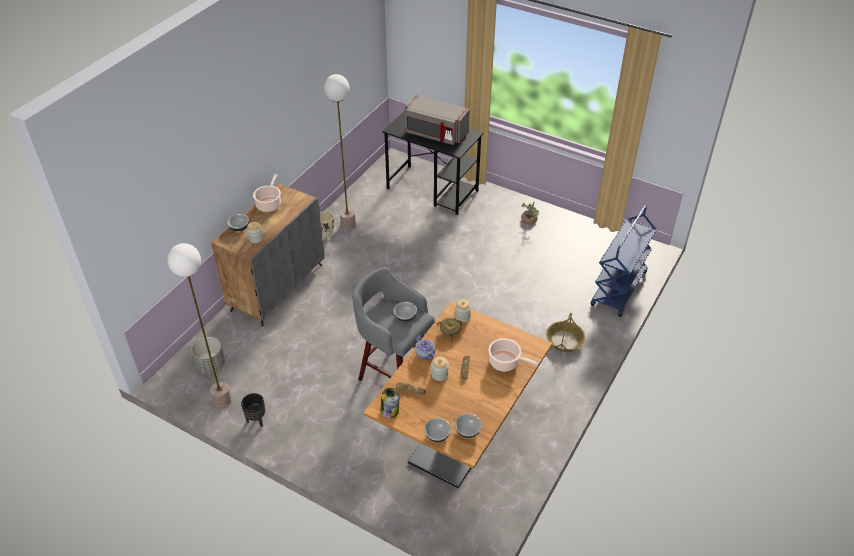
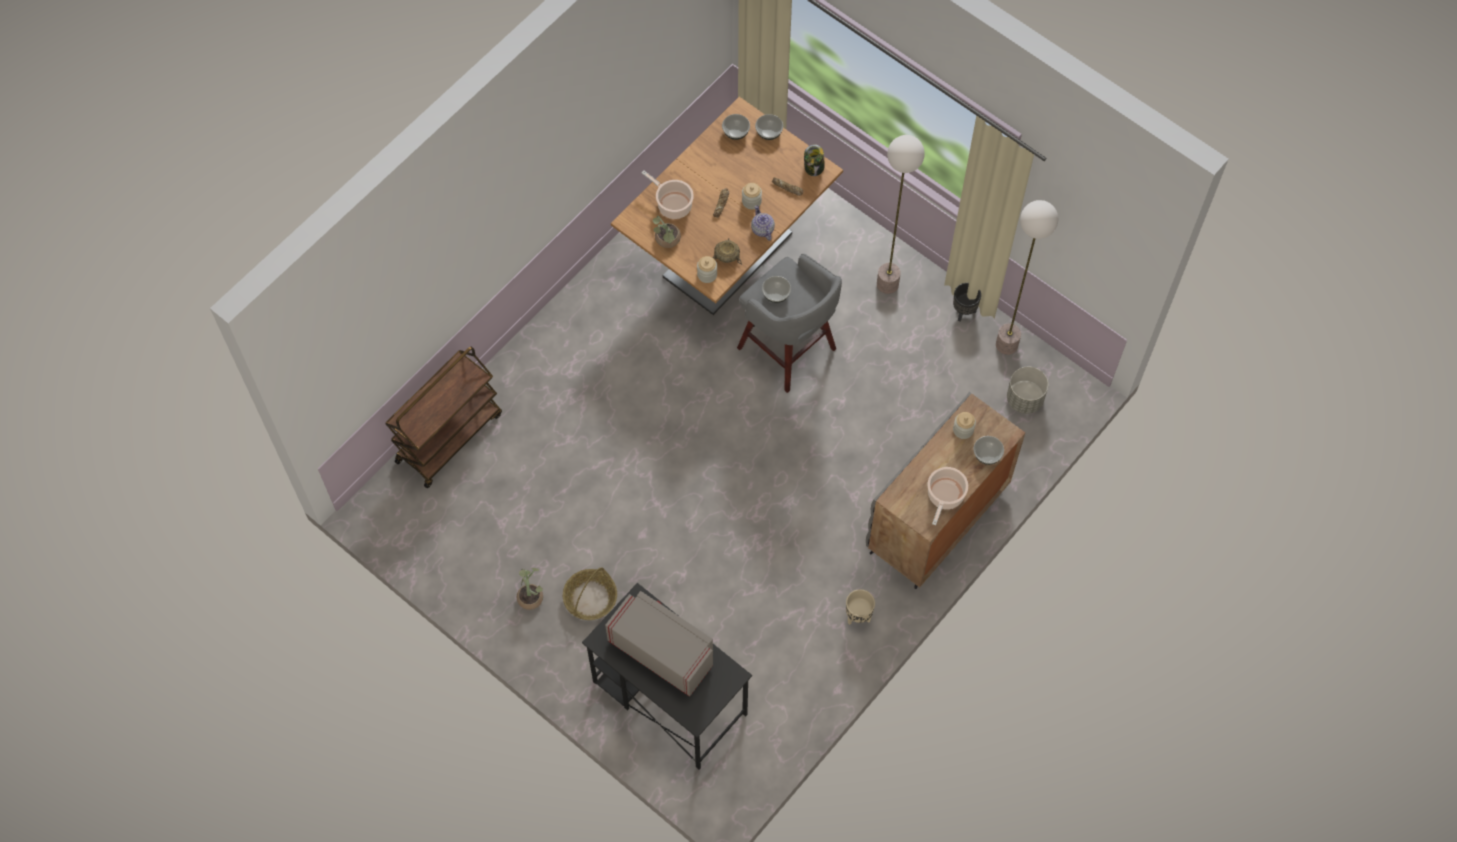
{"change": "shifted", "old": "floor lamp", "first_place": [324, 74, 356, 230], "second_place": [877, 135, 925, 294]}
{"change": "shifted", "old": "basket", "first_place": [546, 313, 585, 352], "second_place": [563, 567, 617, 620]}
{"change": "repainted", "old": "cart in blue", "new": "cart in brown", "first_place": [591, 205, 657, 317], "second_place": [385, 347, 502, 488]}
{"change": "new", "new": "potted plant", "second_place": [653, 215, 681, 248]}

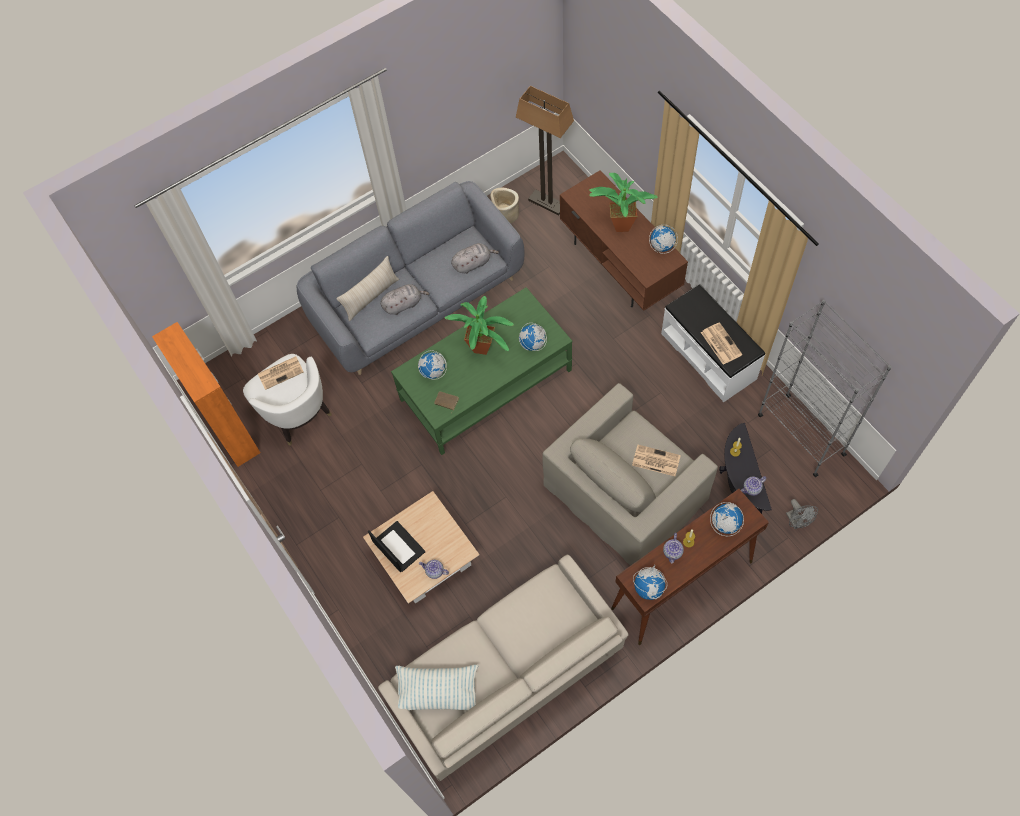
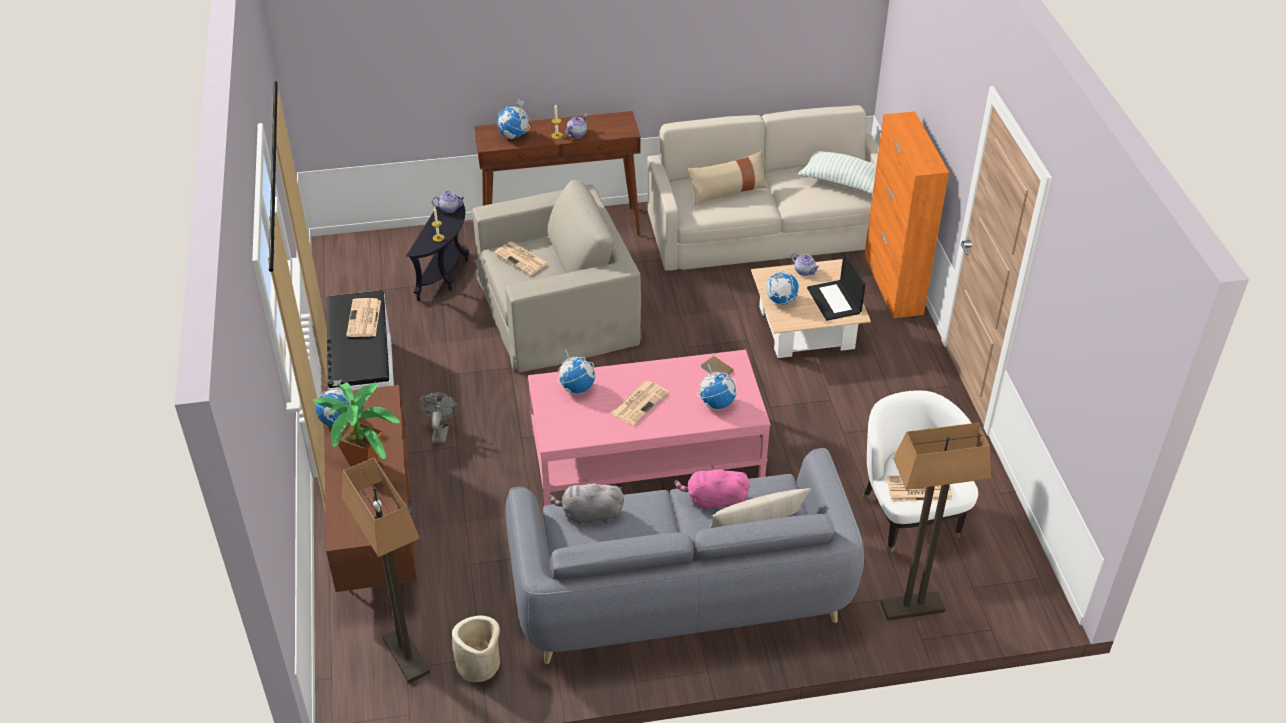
{"change": "shifted", "old": "cabinet in orange", "first_place": [152, 322, 260, 467], "second_place": [864, 111, 949, 318]}
{"change": "repainted", "old": "plush toy in grey", "new": "plush toy in pink", "first_place": [380, 284, 430, 315], "second_place": [674, 465, 750, 510]}
{"change": "repainted", "old": "coffee table in green", "new": "coffee table in pink", "first_place": [391, 287, 572, 455], "second_place": [528, 350, 770, 506]}
{"change": "swapped", "old": "potted plant", "new": "newspaper", "first_place": [444, 296, 514, 355], "second_place": [610, 381, 669, 426]}
{"change": "shifted", "old": "globe", "first_place": [633, 565, 667, 600], "second_place": [764, 271, 799, 305]}
{"change": "gone", "old": "bookcase in grey", "first_place": [758, 300, 892, 477]}
{"change": "shifted", "old": "fan in grey", "first_place": [786, 499, 818, 529], "second_place": [418, 392, 459, 443]}
{"change": "new", "new": "pillow in beige", "second_place": [688, 151, 768, 206]}
{"change": "new", "new": "floor lamp", "second_place": [881, 423, 991, 621]}

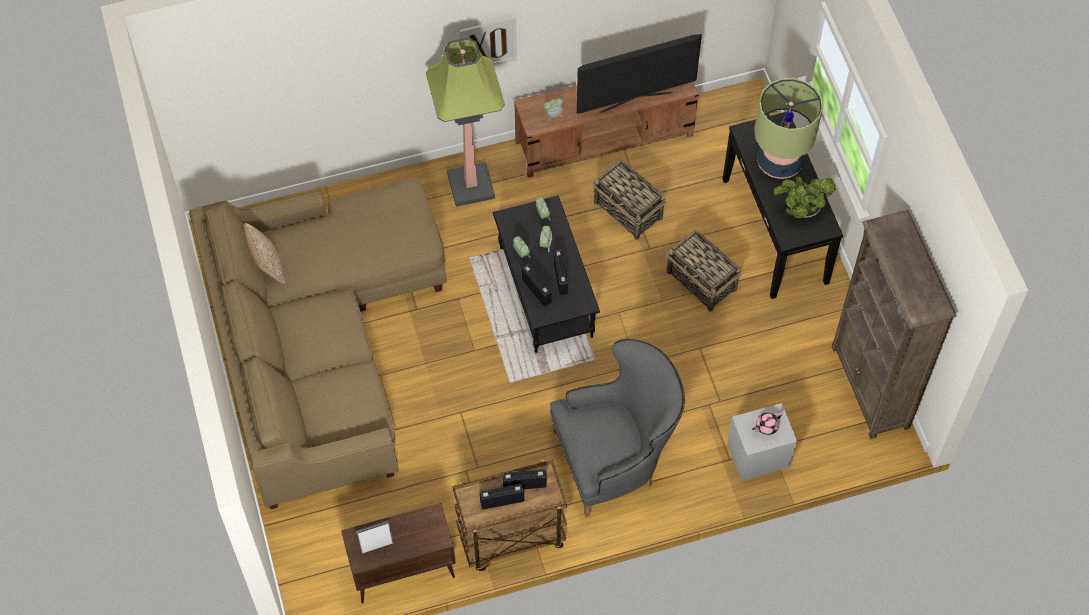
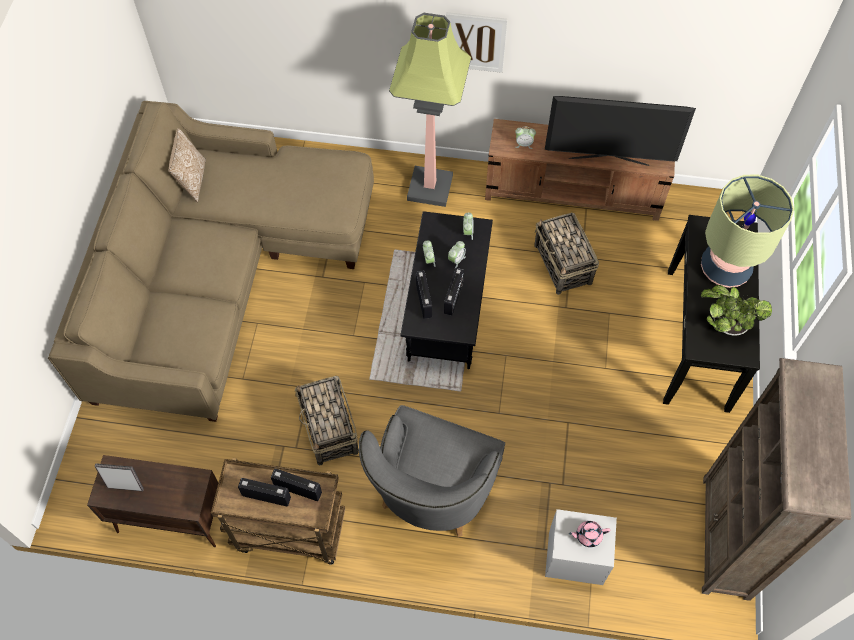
{"change": "rotated", "old": "armchair in grey", "first_place": [550, 339, 685, 517], "second_place": [359, 405, 505, 537], "degrees": 105}
{"change": "shifted", "old": "basket", "first_place": [667, 230, 741, 312], "second_place": [295, 376, 359, 465]}

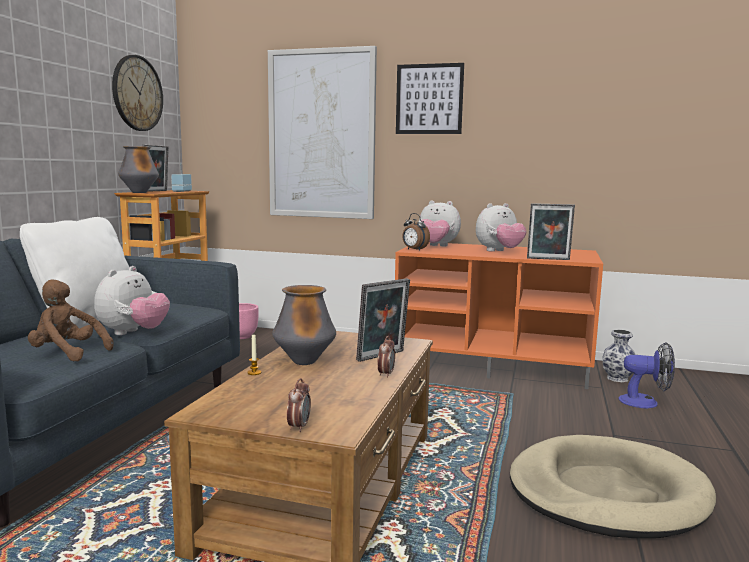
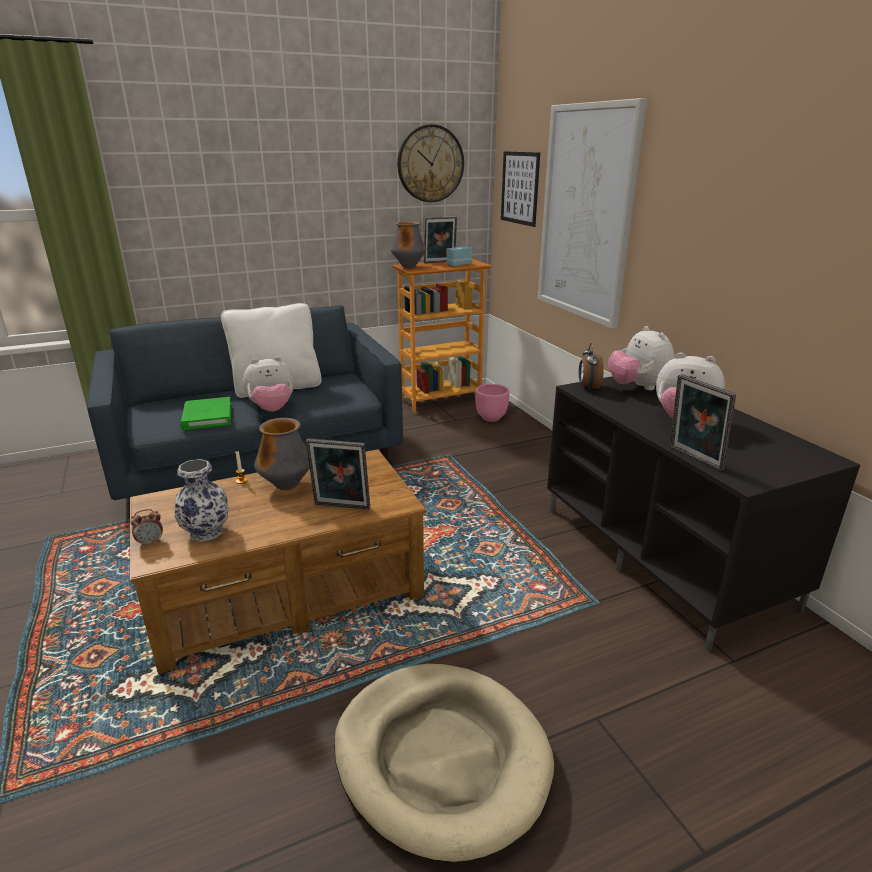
{"change": "swapped", "old": "plush toy in brown", "new": "book in green", "first_place": [28, 279, 114, 361], "second_place": [180, 397, 231, 430]}
{"change": "gone", "old": "alarm clock", "first_place": [378, 336, 395, 378]}
{"change": "repainted", "old": "tv stand in orange", "new": "tv stand in black", "first_place": [395, 242, 603, 389], "second_place": [547, 376, 860, 651]}
{"change": "shifted", "old": "picture", "first_place": [396, 63, 464, 134], "second_place": [501, 151, 540, 227]}
{"change": "shifted", "old": "vase", "first_place": [602, 329, 635, 382], "second_place": [175, 459, 228, 542]}
{"change": "gone", "old": "fan", "first_place": [618, 342, 675, 408]}

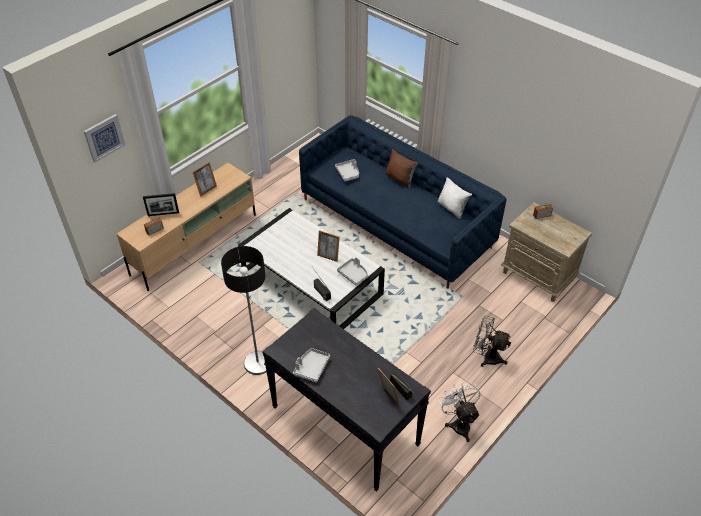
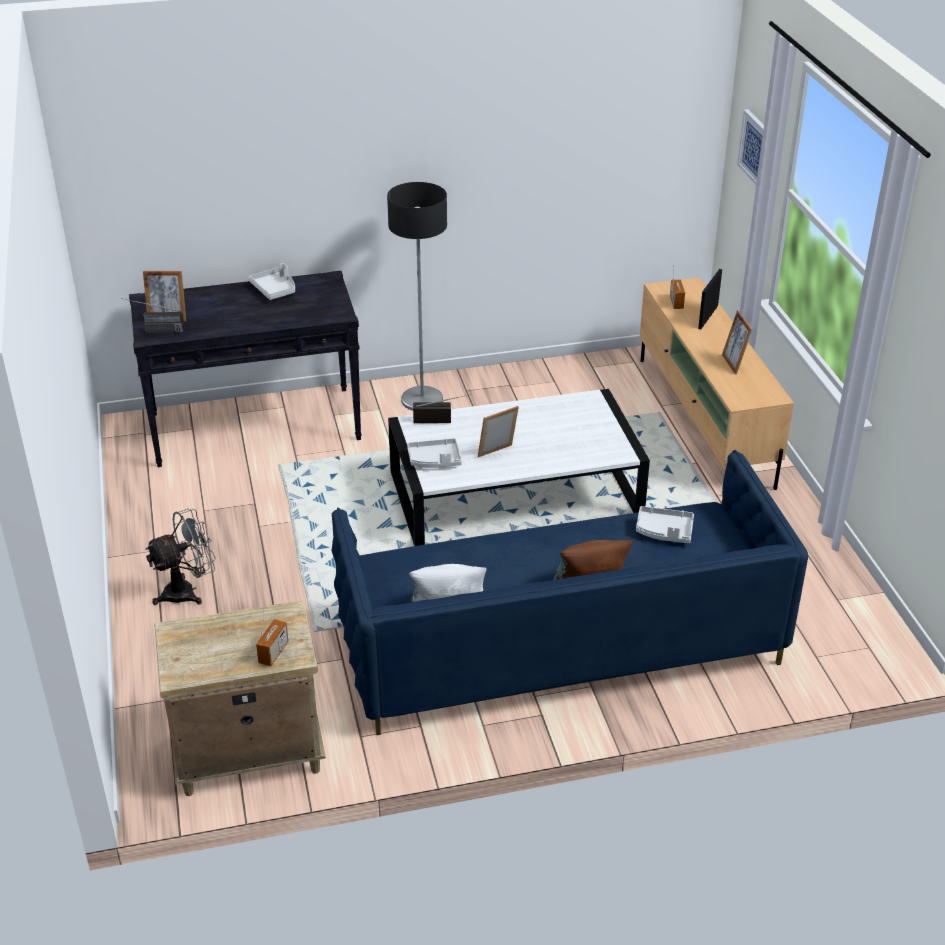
{"change": "gone", "old": "fan in white", "first_place": [439, 381, 481, 442]}

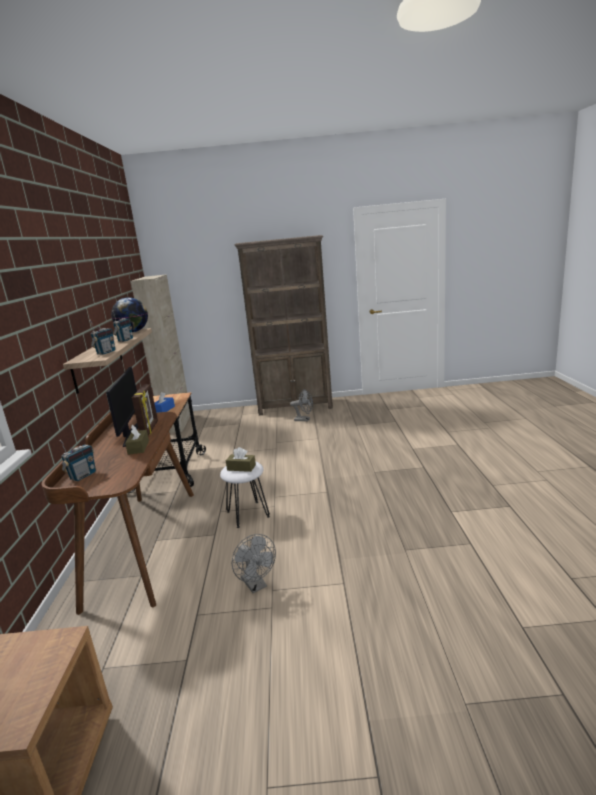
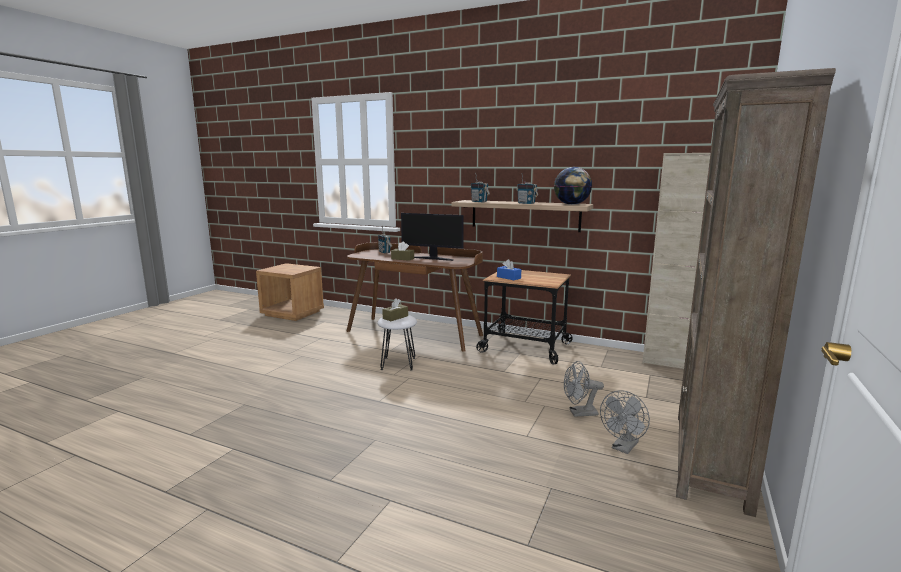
{"change": "gone", "old": "picture frame", "first_place": [132, 384, 158, 436]}
{"change": "shifted", "old": "fan in grey", "first_place": [232, 534, 276, 593], "second_place": [564, 361, 604, 417]}

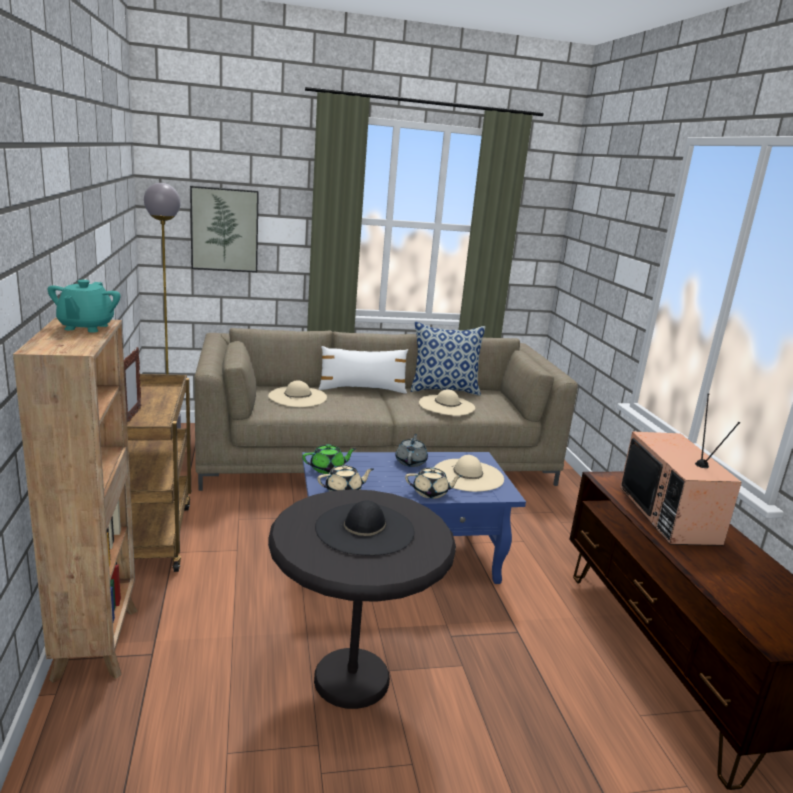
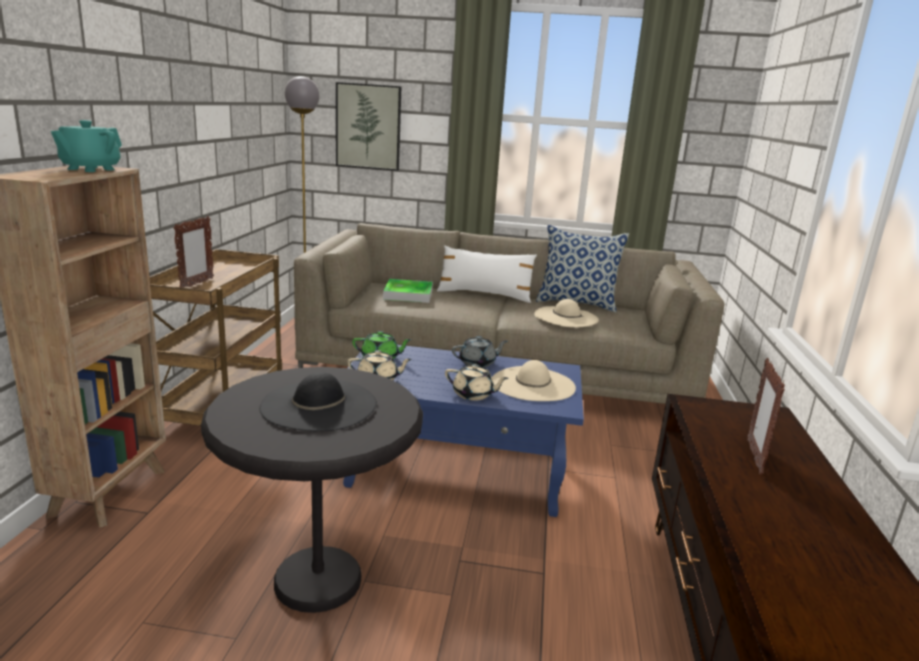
{"change": "swapped", "old": "hat in beige", "new": "tray", "first_place": [268, 380, 327, 407], "second_place": [383, 279, 433, 303]}
{"change": "rotated", "old": "teapot in grey", "first_place": [395, 434, 428, 467], "second_place": [452, 336, 508, 368], "degrees": 45}
{"change": "swapped", "old": "television", "new": "picture frame", "first_place": [620, 393, 742, 546], "second_place": [747, 358, 785, 475]}

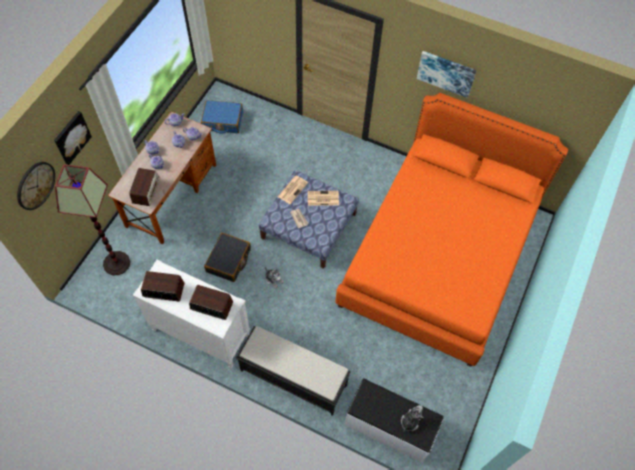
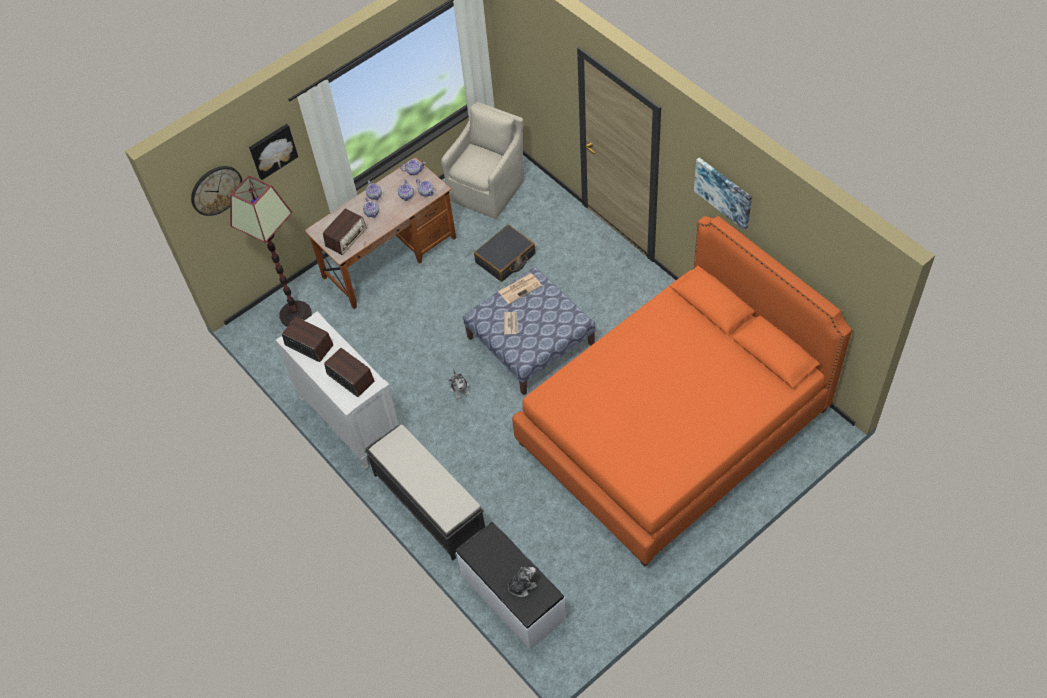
{"change": "swapped", "old": "suitcase in blue", "new": "armchair in beige", "first_place": [201, 100, 243, 134], "second_place": [441, 102, 524, 219]}
{"change": "shifted", "old": "suitcase in black", "first_place": [204, 233, 251, 282], "second_place": [474, 224, 536, 282]}
{"change": "gone", "old": "newspaper", "first_place": [308, 191, 339, 206]}

